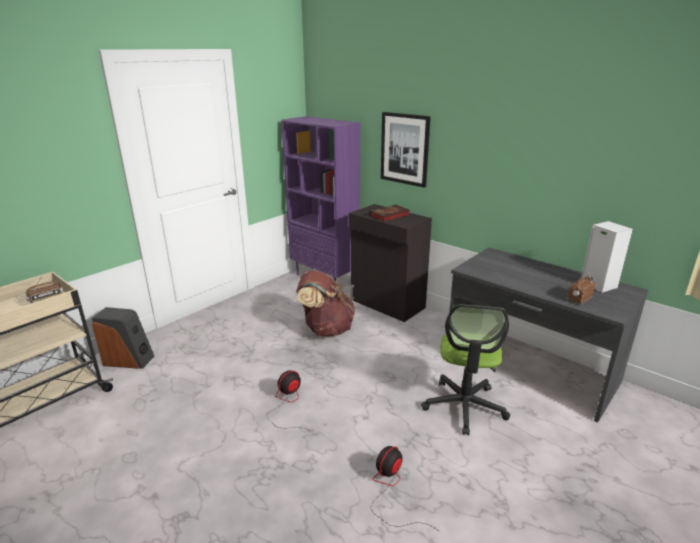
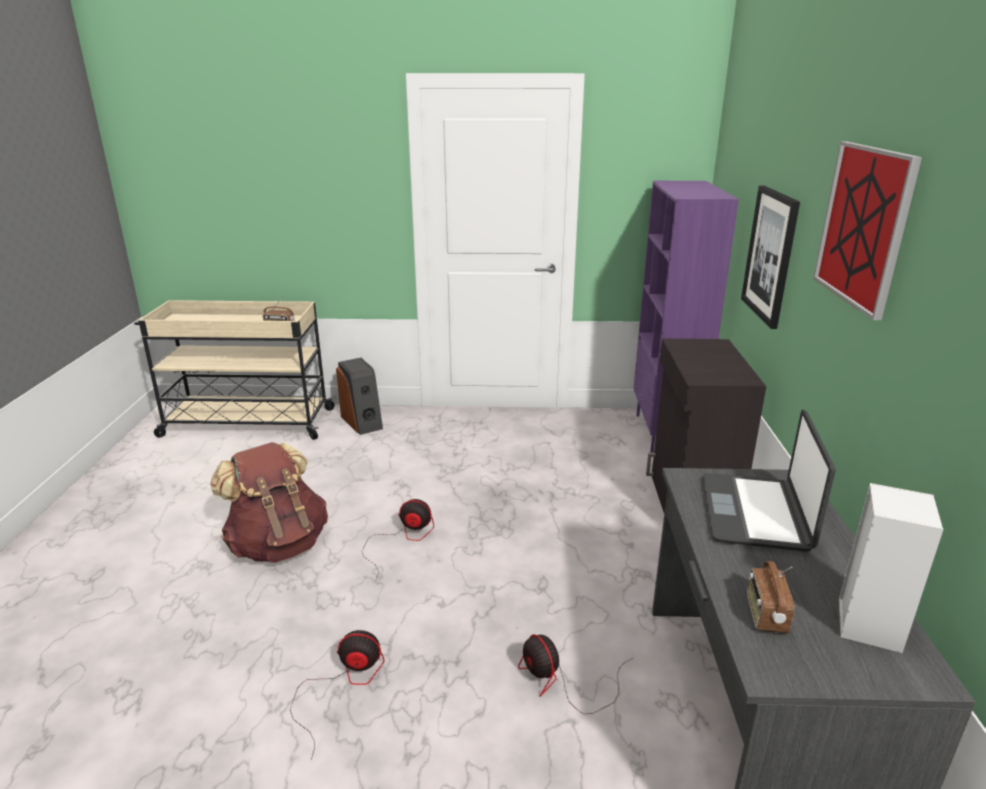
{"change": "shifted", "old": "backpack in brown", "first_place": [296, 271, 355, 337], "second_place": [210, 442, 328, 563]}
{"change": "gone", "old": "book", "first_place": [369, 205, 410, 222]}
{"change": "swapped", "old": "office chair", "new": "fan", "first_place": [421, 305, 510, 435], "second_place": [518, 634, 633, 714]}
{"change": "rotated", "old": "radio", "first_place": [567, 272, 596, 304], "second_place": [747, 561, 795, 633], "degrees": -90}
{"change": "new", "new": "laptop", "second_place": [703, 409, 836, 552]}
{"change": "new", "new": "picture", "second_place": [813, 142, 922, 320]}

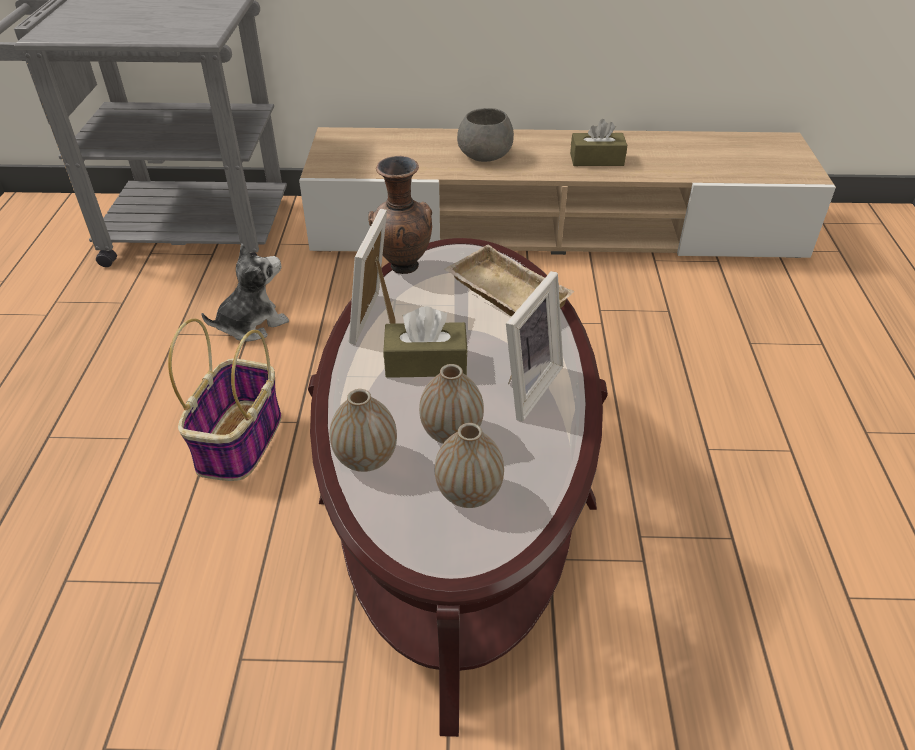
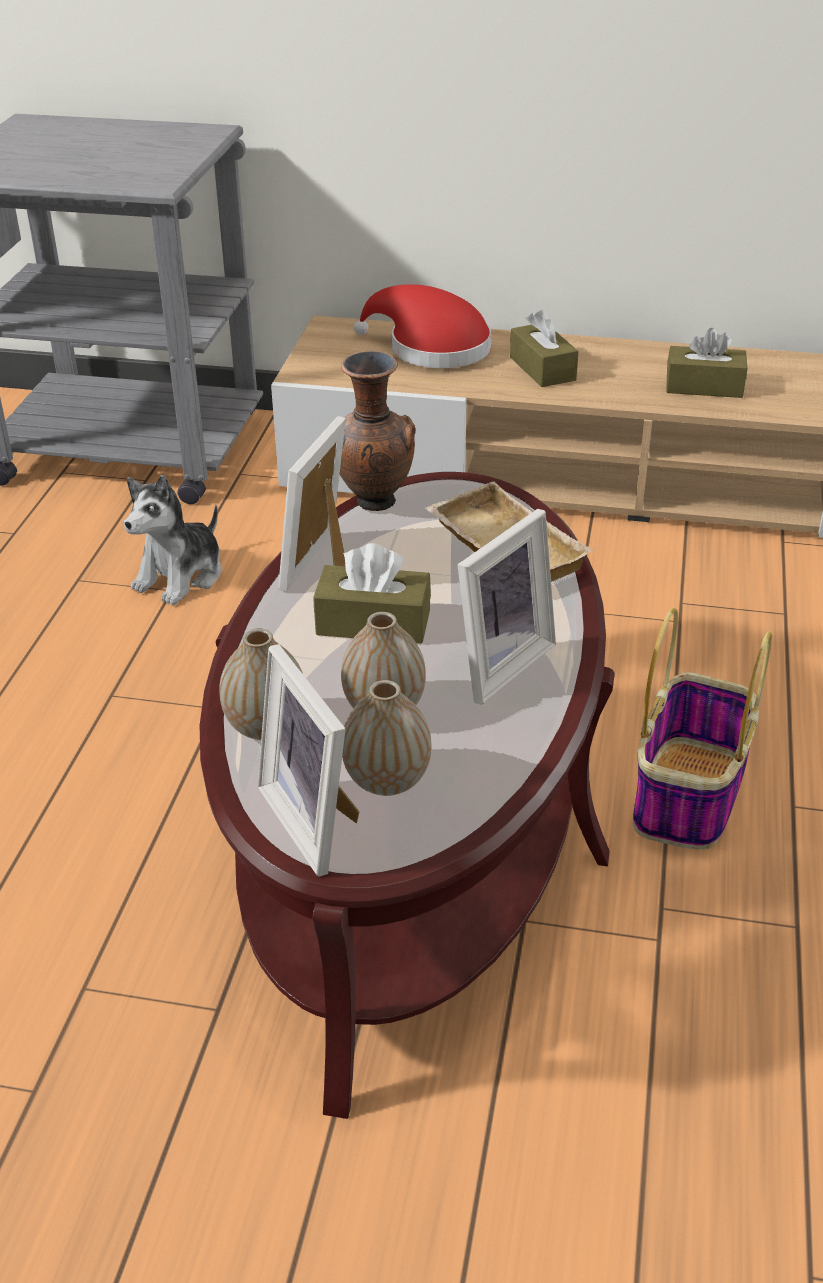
{"change": "shifted", "old": "basket", "first_place": [168, 318, 282, 481], "second_place": [633, 608, 772, 849]}
{"change": "rotated", "old": "plush toy", "first_place": [201, 244, 289, 342], "second_place": [124, 475, 221, 605], "degrees": 150}
{"change": "swapped", "old": "bowl in grey", "new": "tissue box in brown", "first_place": [457, 108, 514, 162], "second_place": [510, 310, 579, 387]}
{"change": "new", "new": "picture frame", "second_place": [258, 644, 360, 876]}
{"change": "new", "new": "hat in red", "second_place": [354, 284, 491, 368]}

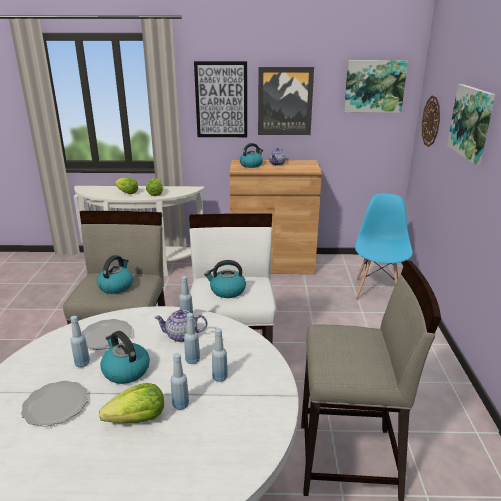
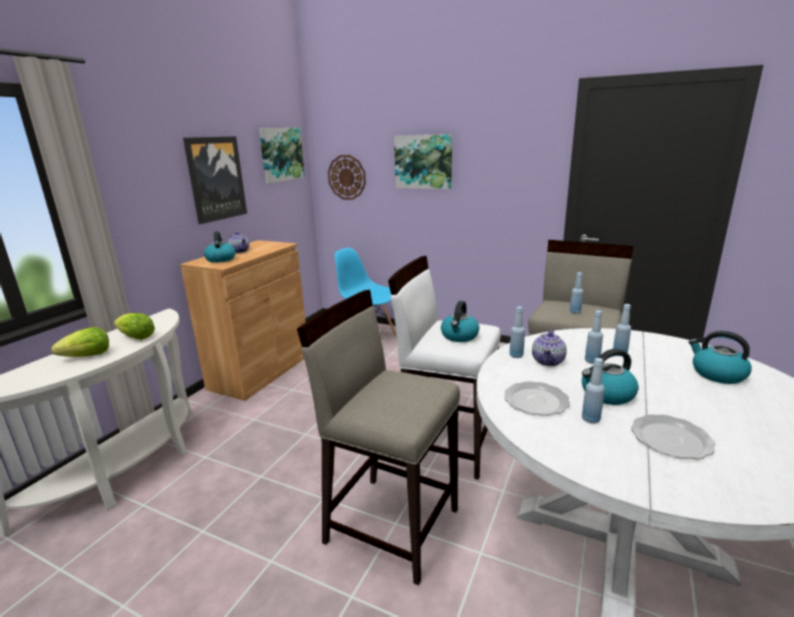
{"change": "shifted", "old": "kettle", "first_place": [97, 255, 133, 294], "second_place": [689, 331, 752, 384]}
{"change": "gone", "old": "lettuce", "first_place": [99, 383, 164, 424]}
{"change": "shifted", "old": "bottle in blue", "first_place": [171, 353, 189, 410], "second_place": [570, 272, 583, 314]}
{"change": "gone", "old": "picture", "first_place": [194, 61, 247, 137]}

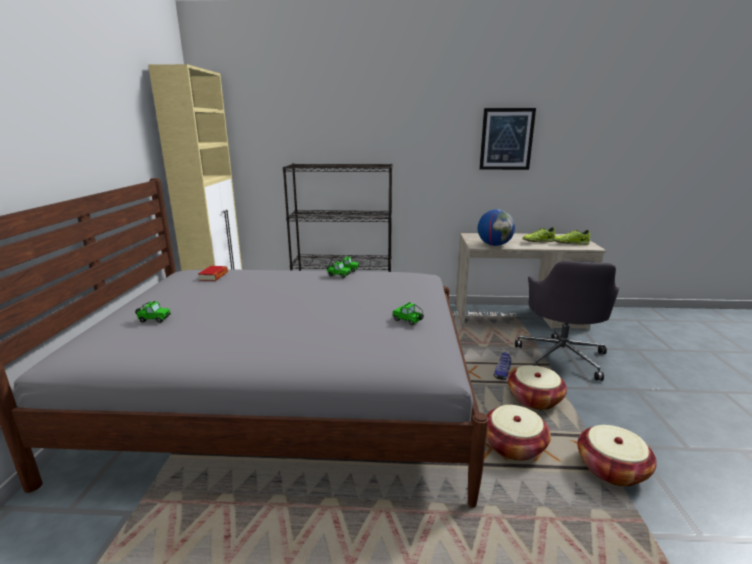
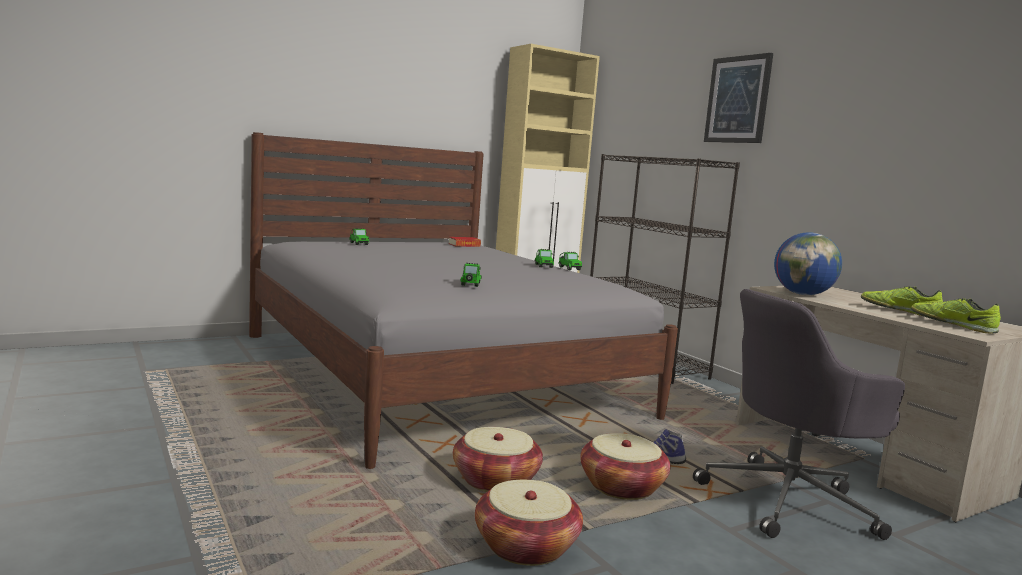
{"change": "shifted", "old": "picture", "first_place": [479, 108, 536, 170], "second_place": [704, 53, 773, 143]}

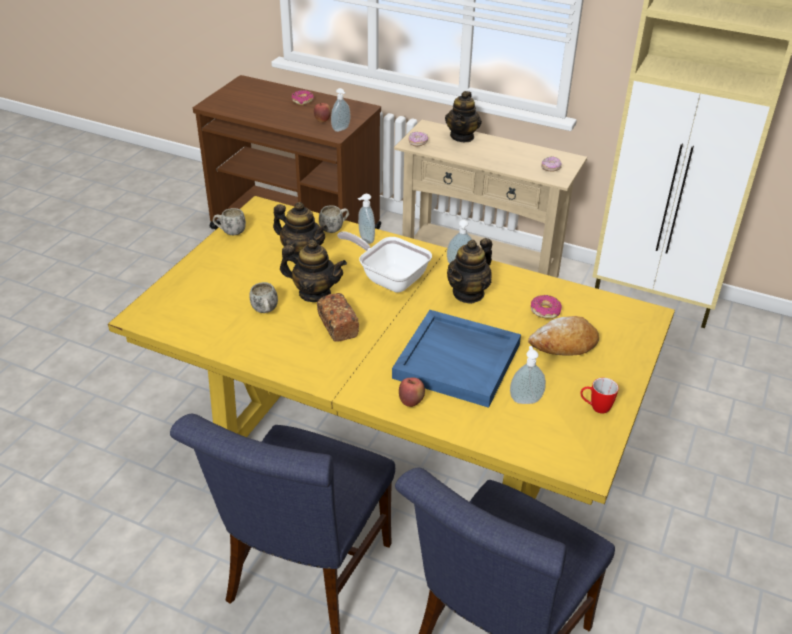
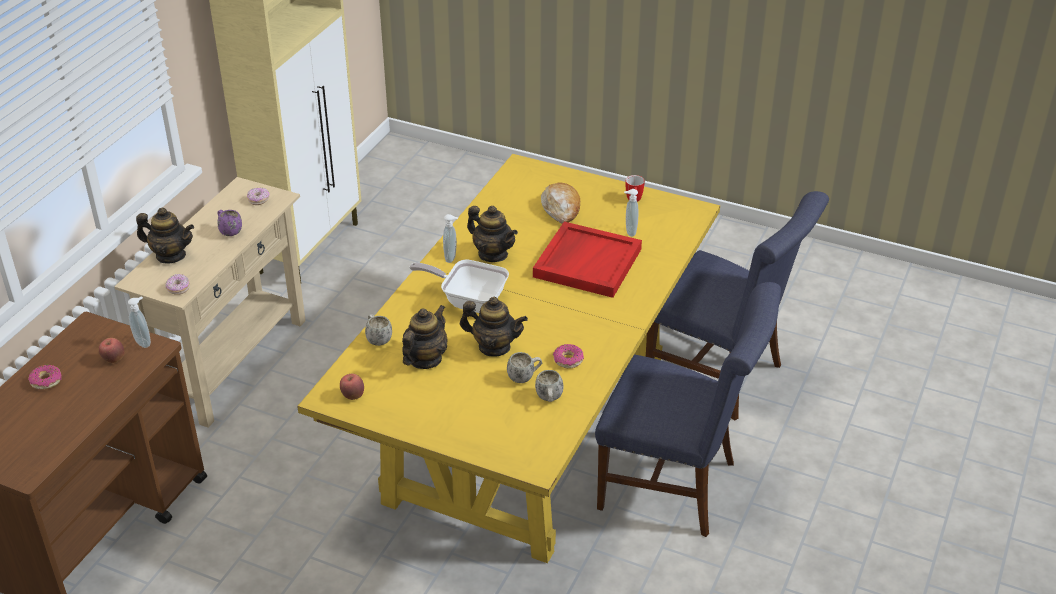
{"change": "shifted", "old": "mug in white", "first_place": [213, 208, 246, 235], "second_place": [535, 370, 563, 402]}
{"change": "rotated", "old": "teapot", "first_place": [280, 240, 347, 302], "second_place": [460, 297, 528, 357], "degrees": 90}
{"change": "gone", "old": "bread", "first_place": [317, 293, 359, 342]}
{"change": "rotated", "old": "frying pan", "first_place": [337, 232, 432, 293], "second_place": [409, 259, 509, 313], "degrees": 75}
{"change": "gone", "old": "soap dispenser", "first_place": [358, 194, 375, 244]}
{"change": "repainted", "old": "tray in blue", "new": "tray in red", "first_place": [392, 310, 521, 408], "second_place": [533, 222, 642, 298]}
{"change": "shifted", "old": "apple", "first_place": [399, 378, 425, 407], "second_place": [340, 373, 364, 400]}
{"change": "shifted", "old": "donut", "first_place": [531, 295, 562, 319], "second_place": [553, 344, 584, 369]}
{"change": "new", "new": "mug in purple", "second_place": [217, 210, 242, 236]}

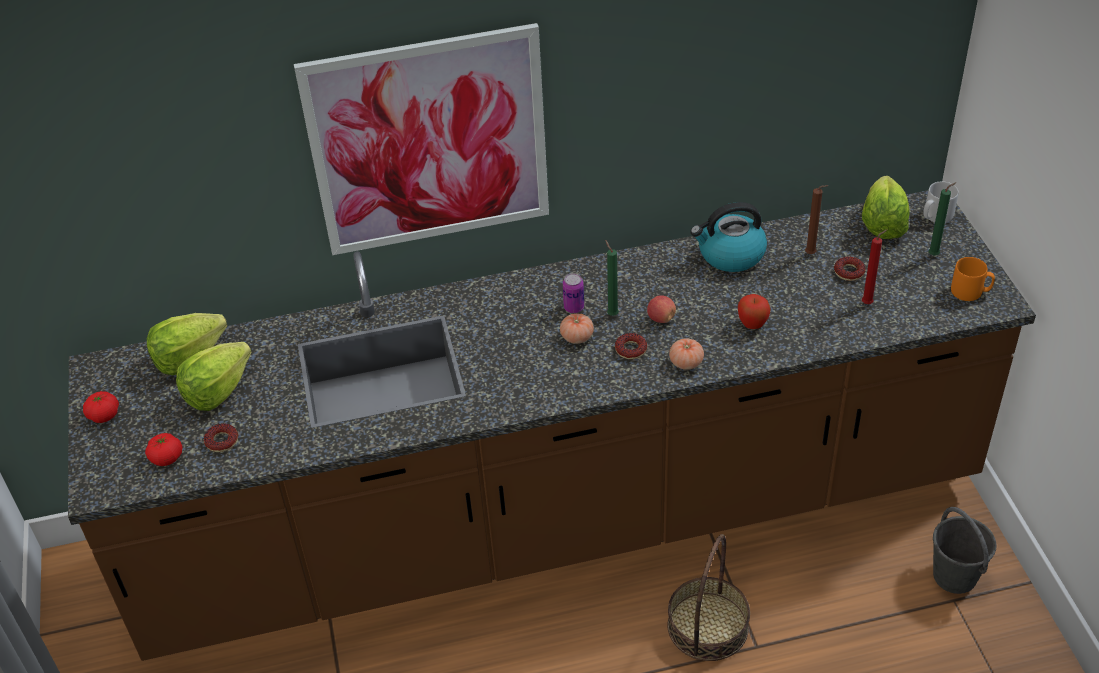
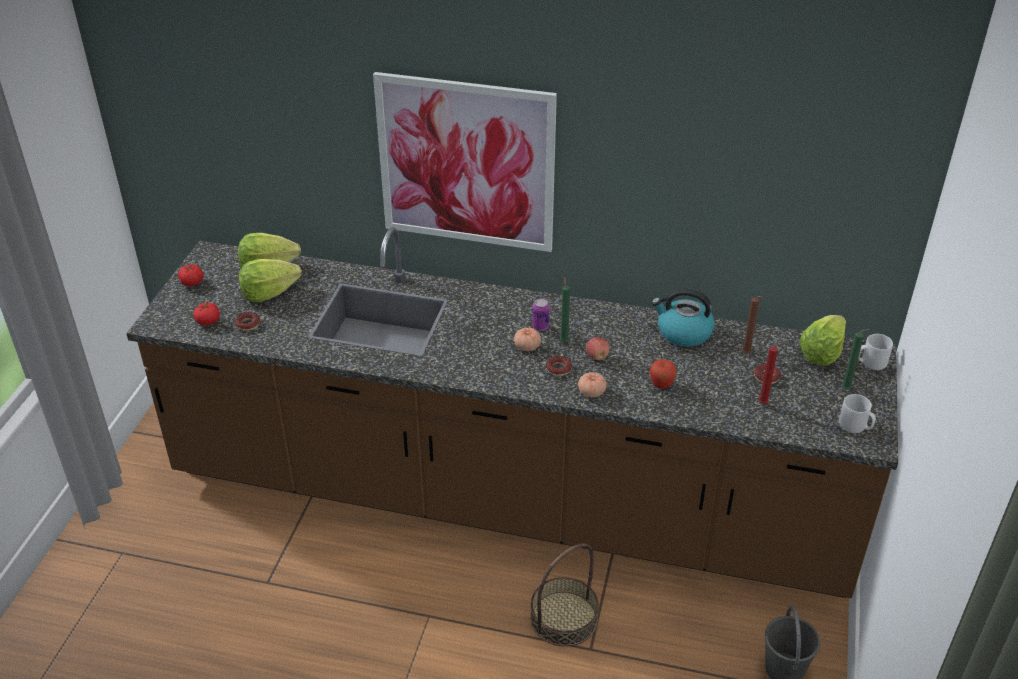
{"change": "repainted", "old": "mug in orange", "new": "mug in grey", "first_place": [951, 257, 995, 301], "second_place": [839, 394, 876, 433]}

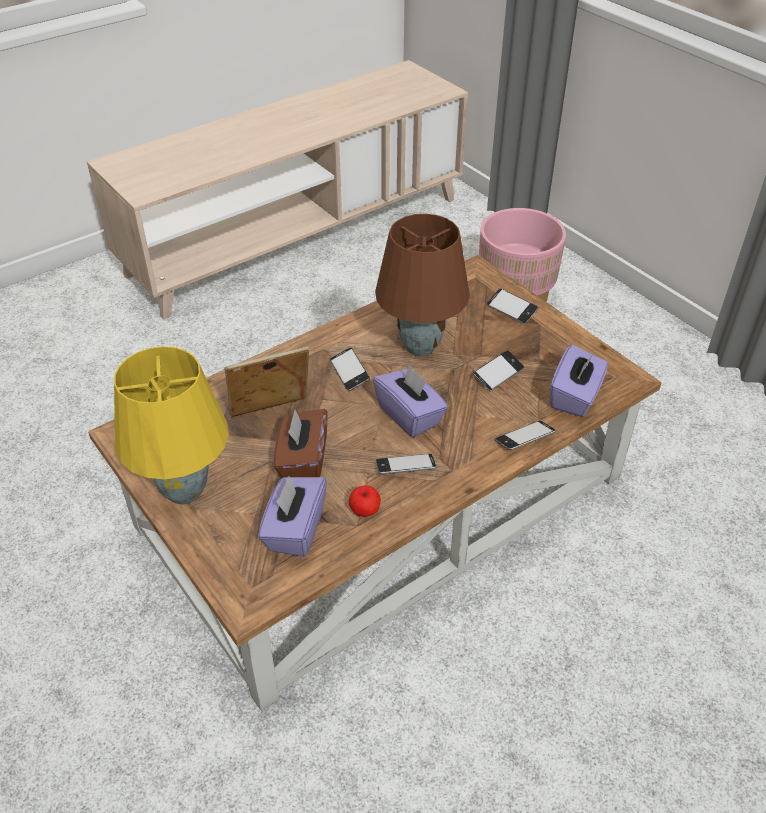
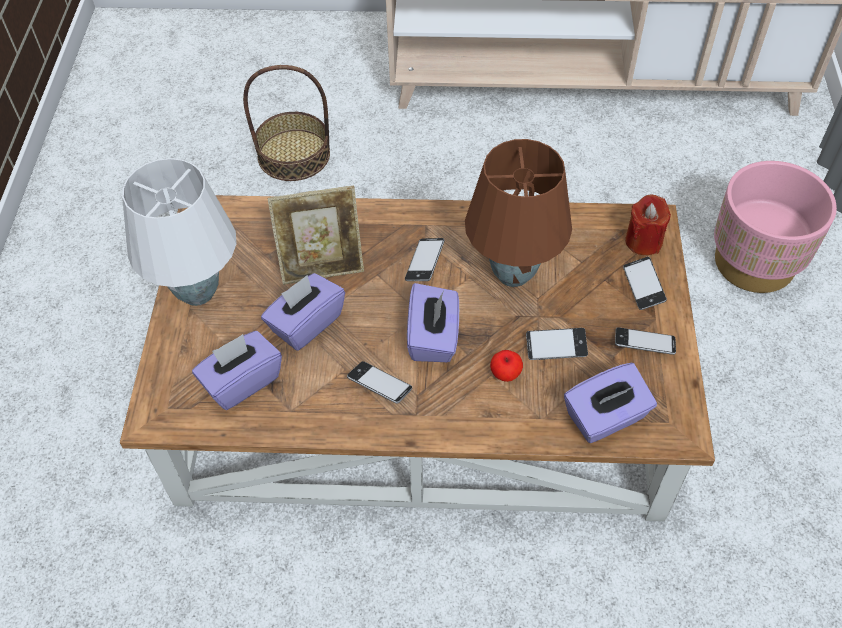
{"change": "repainted", "old": "table lamp in yellow", "new": "table lamp in white", "first_place": [114, 346, 229, 505], "second_place": [122, 158, 236, 306]}
{"change": "rotated", "old": "picture frame", "first_place": [224, 347, 309, 418], "second_place": [268, 186, 364, 285], "degrees": 150}
{"change": "repainted", "old": "tissue box in brown", "new": "tissue box in purple", "first_place": [274, 409, 328, 478], "second_place": [261, 273, 345, 351]}
{"change": "shifted", "old": "apple", "first_place": [349, 485, 381, 517], "second_place": [490, 350, 523, 382]}
{"change": "shifted", "old": "phone", "first_place": [495, 421, 556, 450], "second_place": [615, 327, 676, 355]}
{"change": "new", "new": "basket", "second_place": [243, 65, 330, 181]}
{"change": "new", "new": "candle in red", "second_place": [625, 195, 671, 255]}

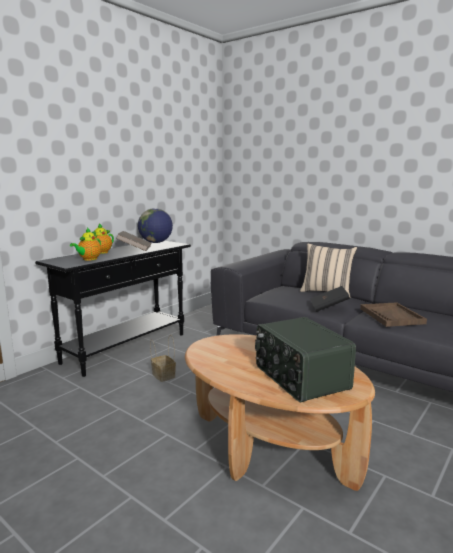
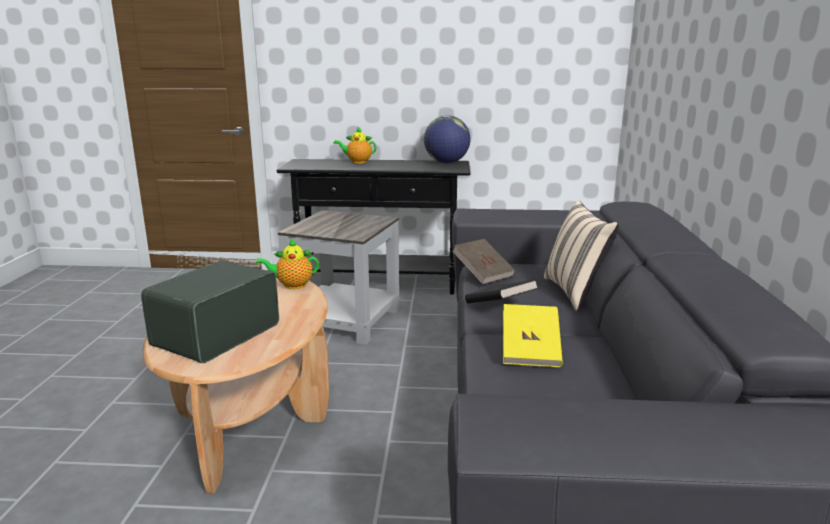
{"change": "shifted", "old": "teapot", "first_place": [70, 228, 101, 261], "second_place": [256, 239, 319, 289]}
{"change": "shifted", "old": "book in brown", "first_place": [116, 231, 152, 251], "second_place": [452, 239, 515, 284]}
{"change": "swapped", "old": "basket", "new": "side table in grey", "first_place": [150, 335, 176, 382], "second_place": [278, 210, 399, 345]}
{"change": "swapped", "old": "tray in brown", "new": "book in yellow", "first_place": [360, 302, 427, 327], "second_place": [503, 304, 563, 367]}

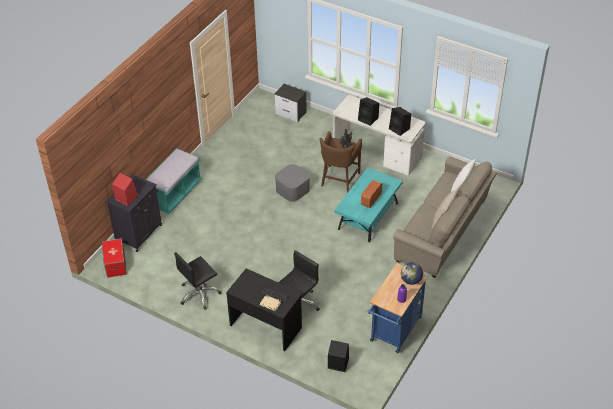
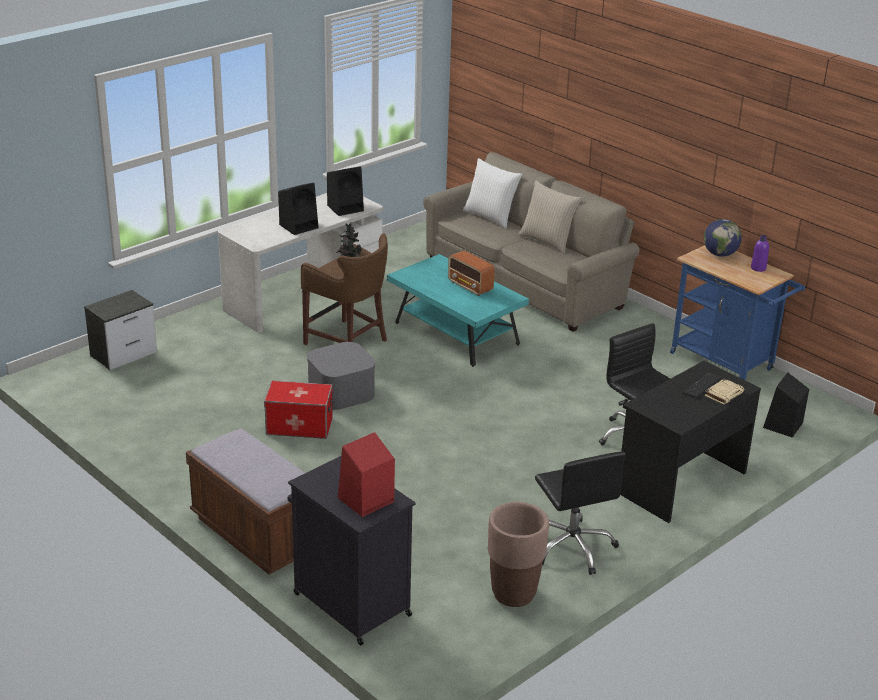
{"change": "shifted", "old": "storage box", "first_place": [102, 238, 127, 278], "second_place": [264, 380, 333, 439]}
{"change": "repainted", "old": "bench in turquoise", "new": "bench in brown", "first_place": [146, 148, 202, 214], "second_place": [186, 429, 305, 574]}
{"change": "new", "new": "planter in brown", "second_place": [488, 502, 549, 607]}

